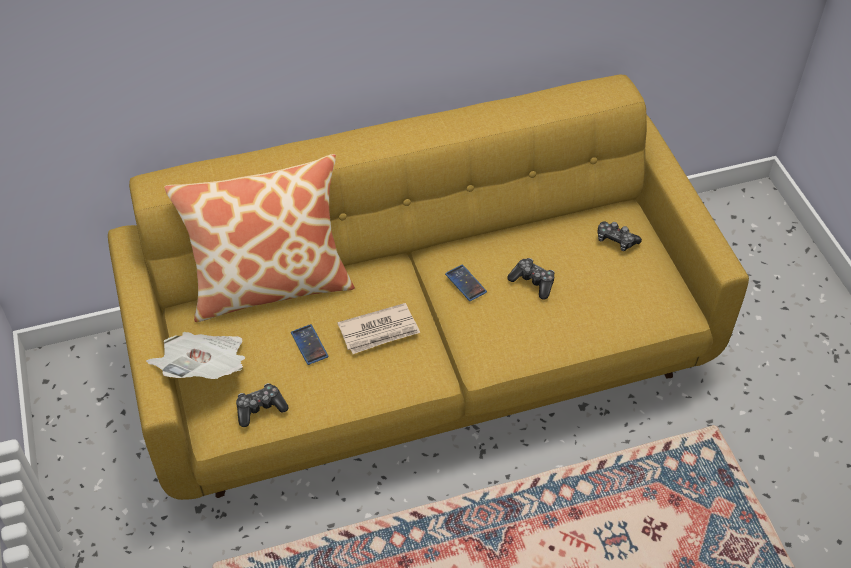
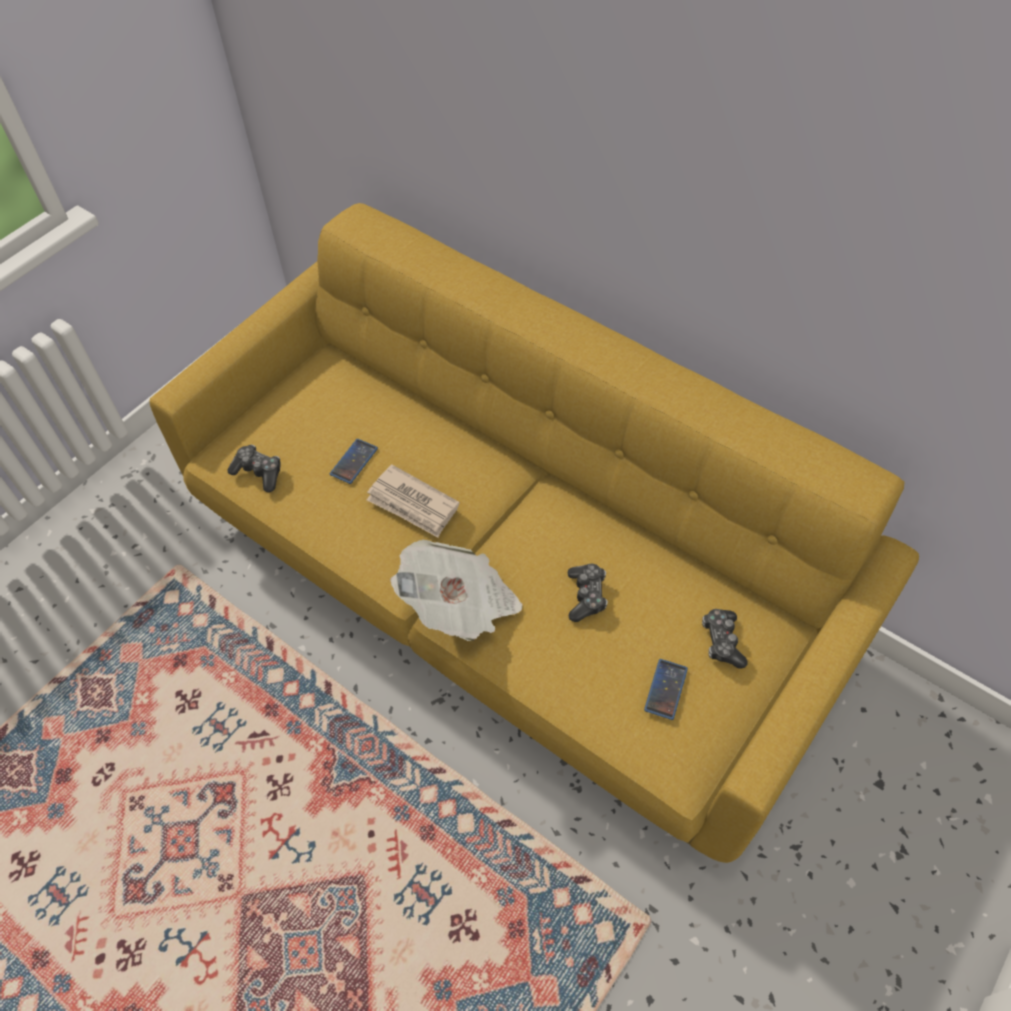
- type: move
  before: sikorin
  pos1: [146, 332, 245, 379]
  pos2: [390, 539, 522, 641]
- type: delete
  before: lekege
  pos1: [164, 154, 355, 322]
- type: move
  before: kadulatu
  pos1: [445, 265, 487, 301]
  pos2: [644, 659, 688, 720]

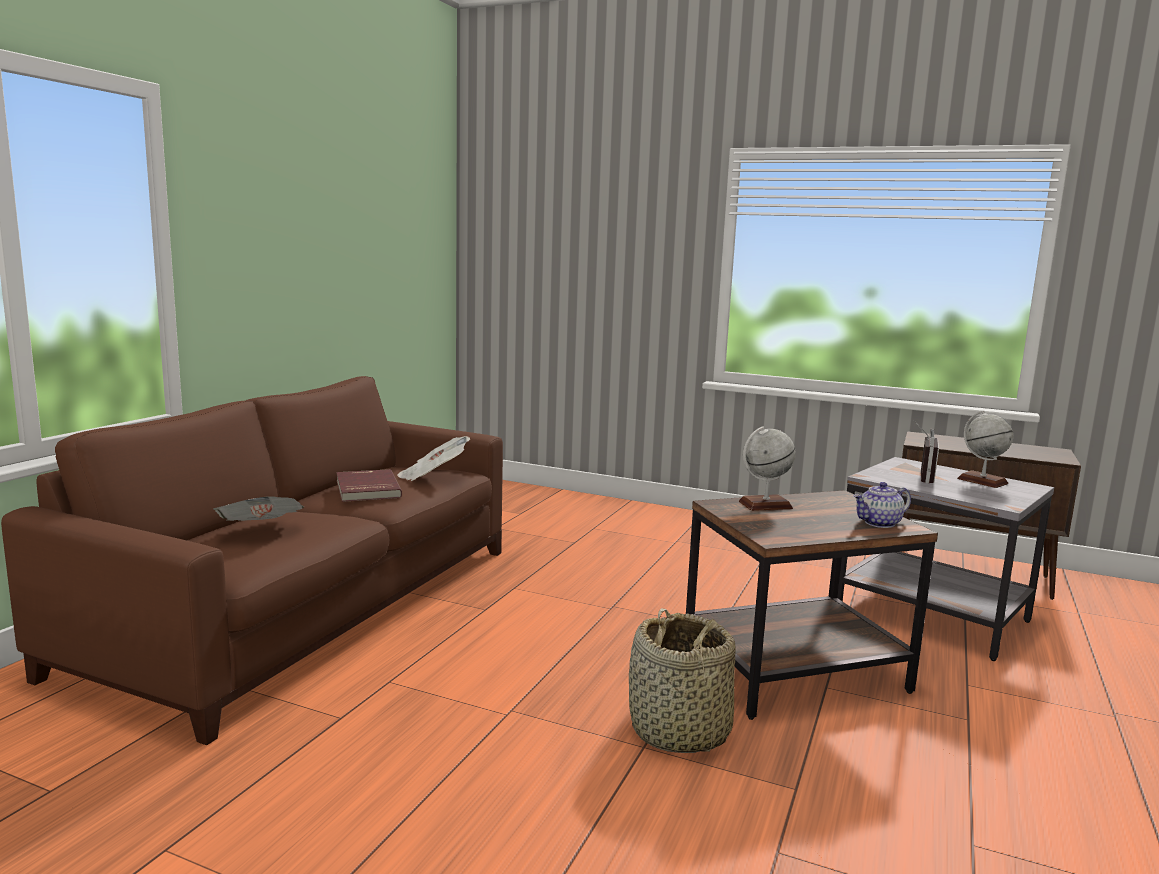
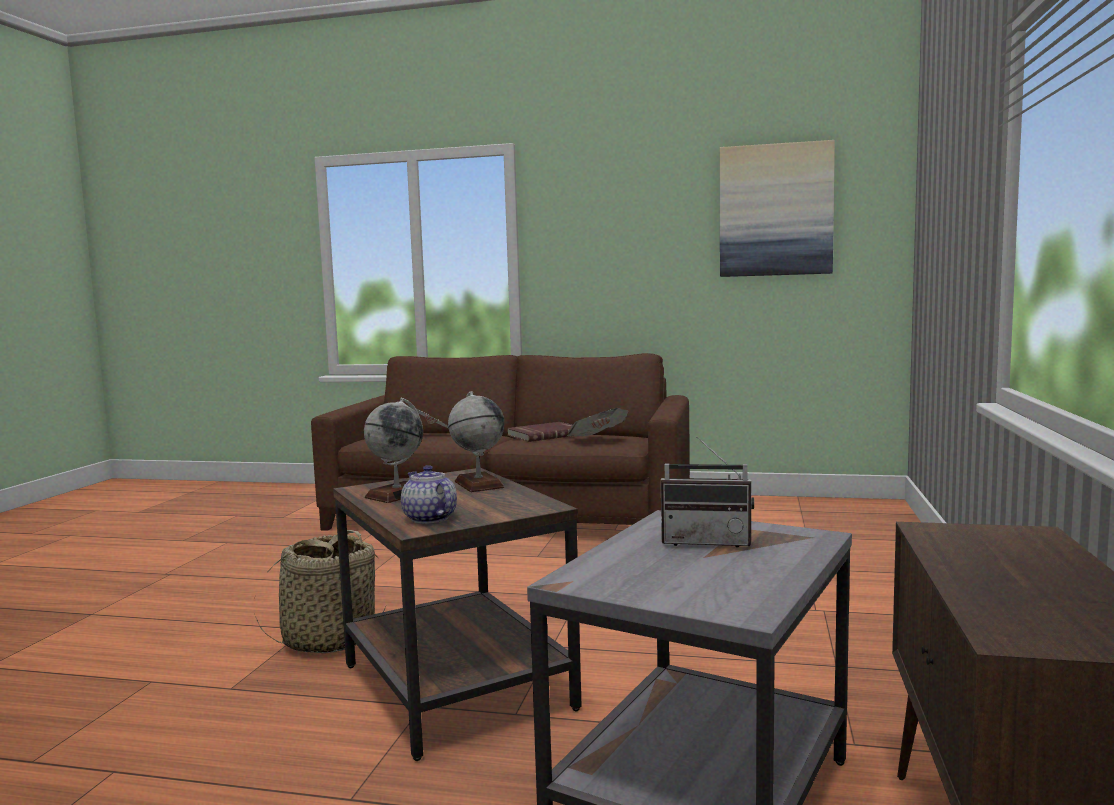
- type: move
  before: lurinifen
  pos1: [957, 411, 1013, 488]
  pos2: [364, 398, 423, 503]
- type: insert
  after: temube
  pos2: [720, 140, 835, 277]

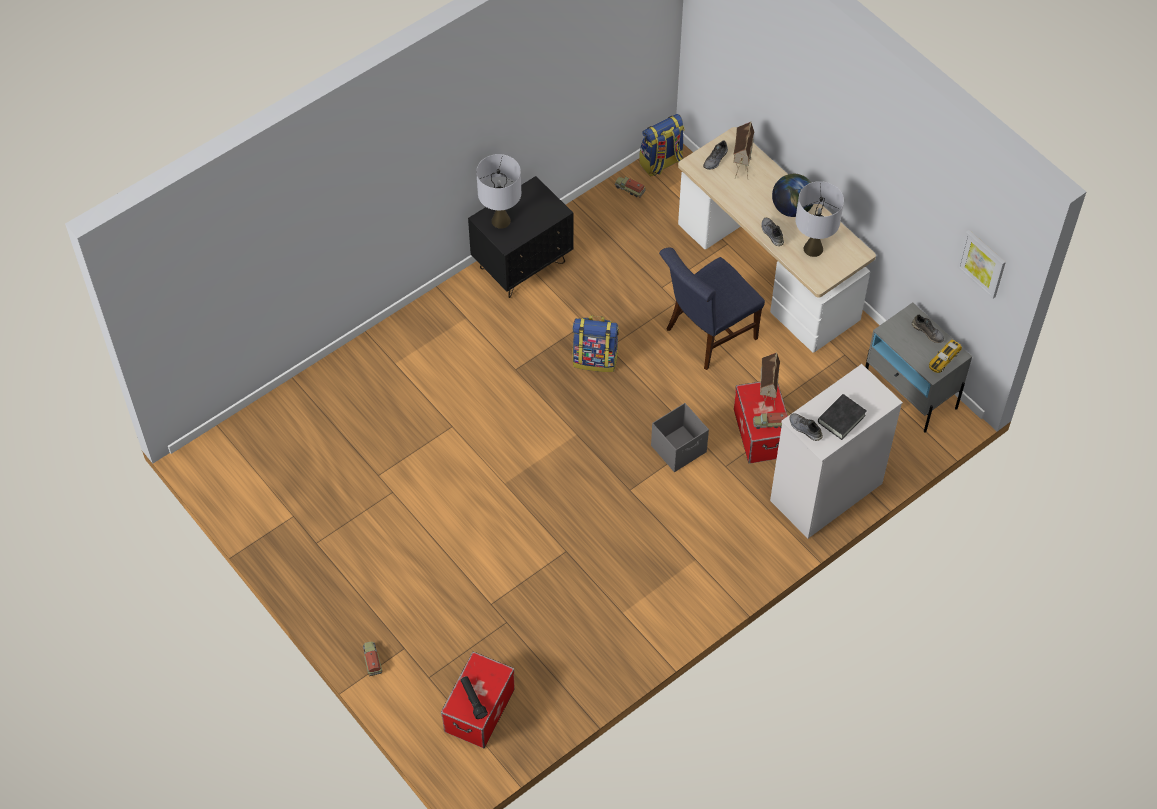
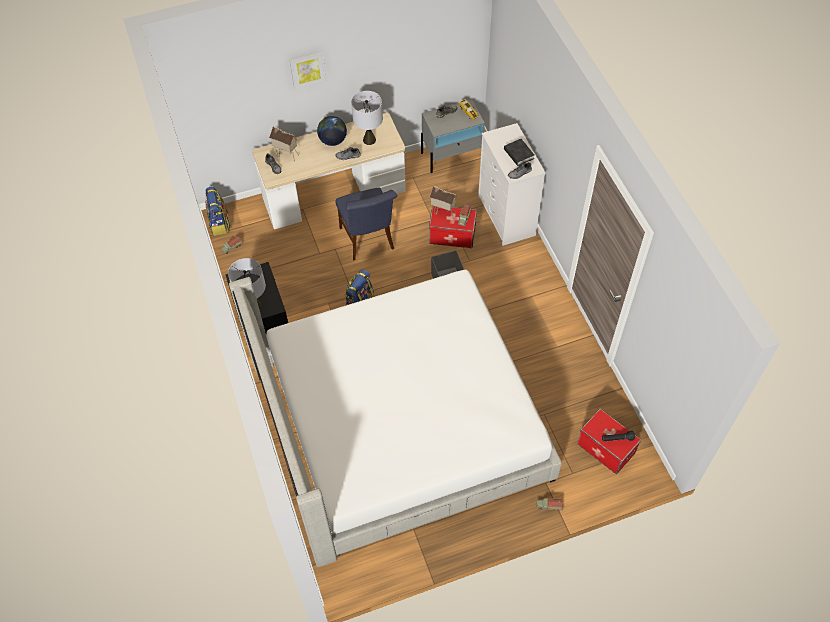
- type: move
  before: temube
  pos1: [957, 230, 1006, 299]
  pos2: [289, 51, 327, 90]
- type: insert
  after: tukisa
  pos2: [229, 269, 562, 567]

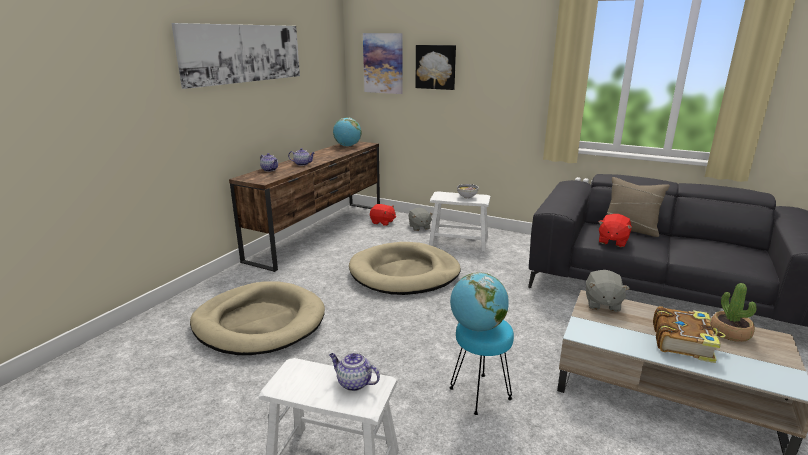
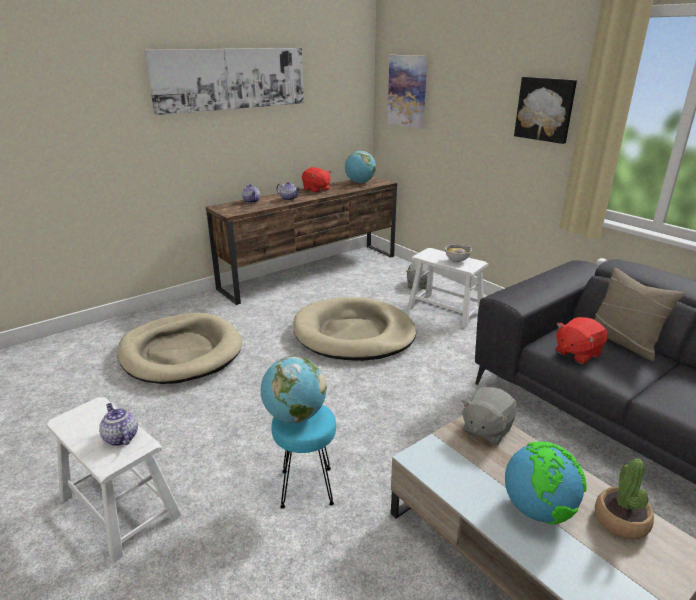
- type: move
  before: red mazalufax
  pos1: [370, 204, 396, 226]
  pos2: [302, 167, 331, 193]
- type: move
  before: temube
  pos1: [415, 45, 456, 90]
  pos2: [514, 77, 577, 144]
- type: replace
  before: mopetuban
  after: lurinifen
  pos1: [653, 306, 726, 363]
  pos2: [505, 442, 587, 525]

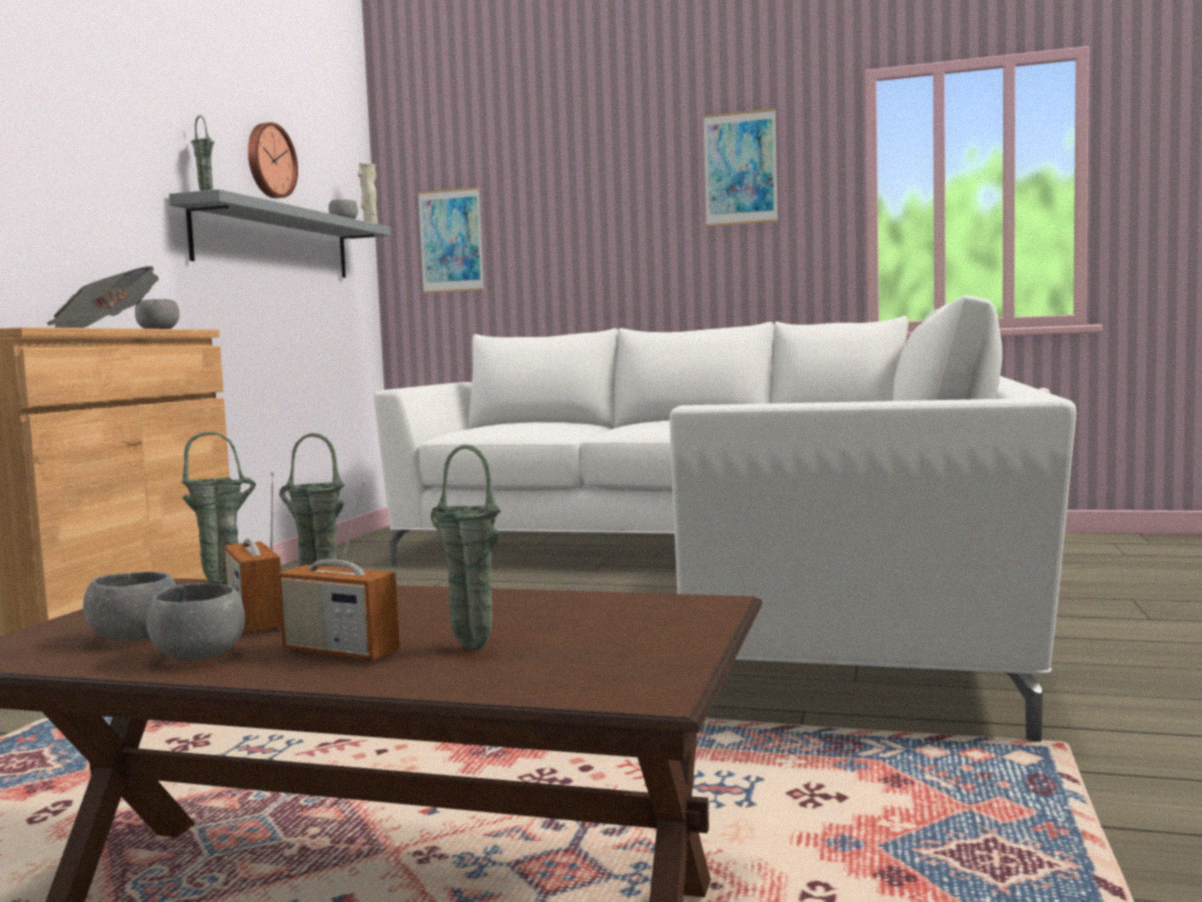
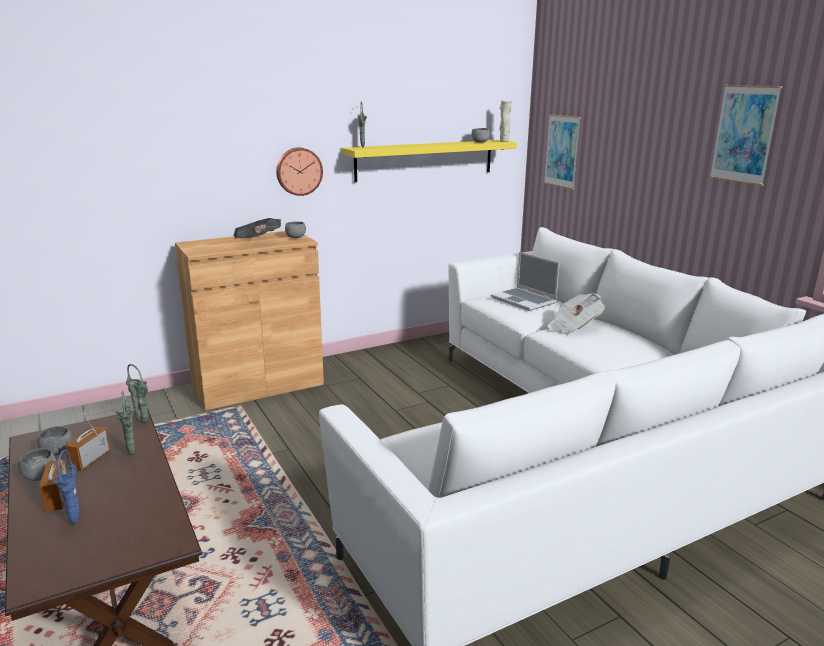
- type: recolor
  before: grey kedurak
  after: yellow kedurak
  pos1: [169, 189, 391, 278]
  pos2: [342, 140, 517, 182]
- type: move
  before: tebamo
  pos1: [248, 122, 298, 198]
  pos2: [276, 147, 323, 196]
- type: recolor
  before: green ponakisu
  after: blue ponakisu
  pos1: [430, 445, 501, 649]
  pos2: [53, 450, 79, 524]
- type: insert
  after: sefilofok
  pos2: [491, 252, 560, 311]
- type: insert
  after: sikorin
  pos2: [547, 293, 605, 333]

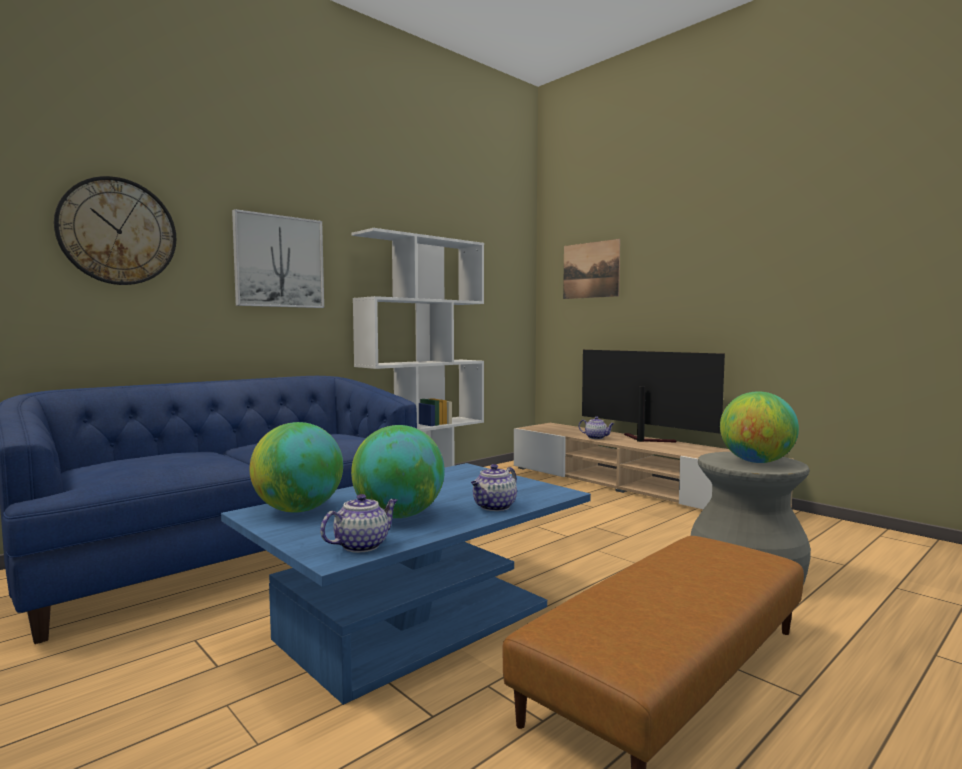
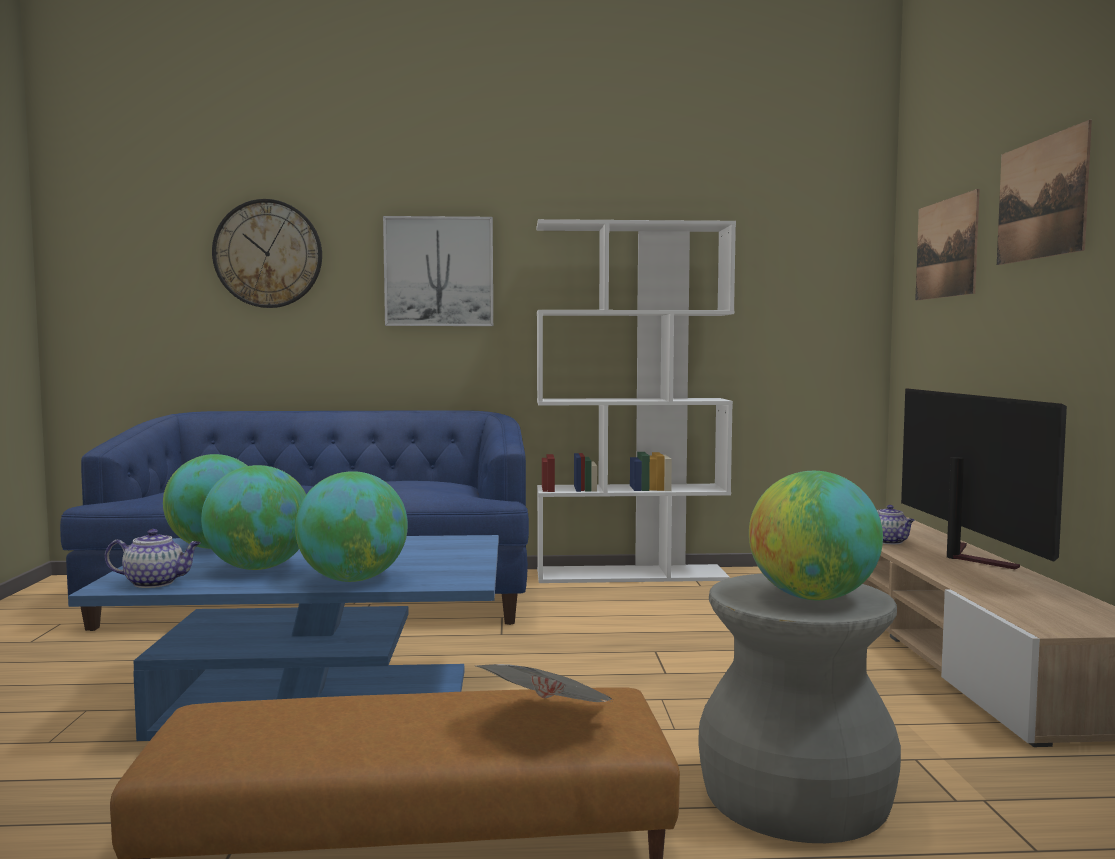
- type: replace
  before: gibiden
  after: lurinifen
  pos1: [471, 464, 517, 511]
  pos2: [295, 471, 408, 582]
- type: insert
  after: sikorin
  pos2: [476, 664, 612, 702]
- type: insert
  after: temube
  pos2: [997, 120, 1092, 265]

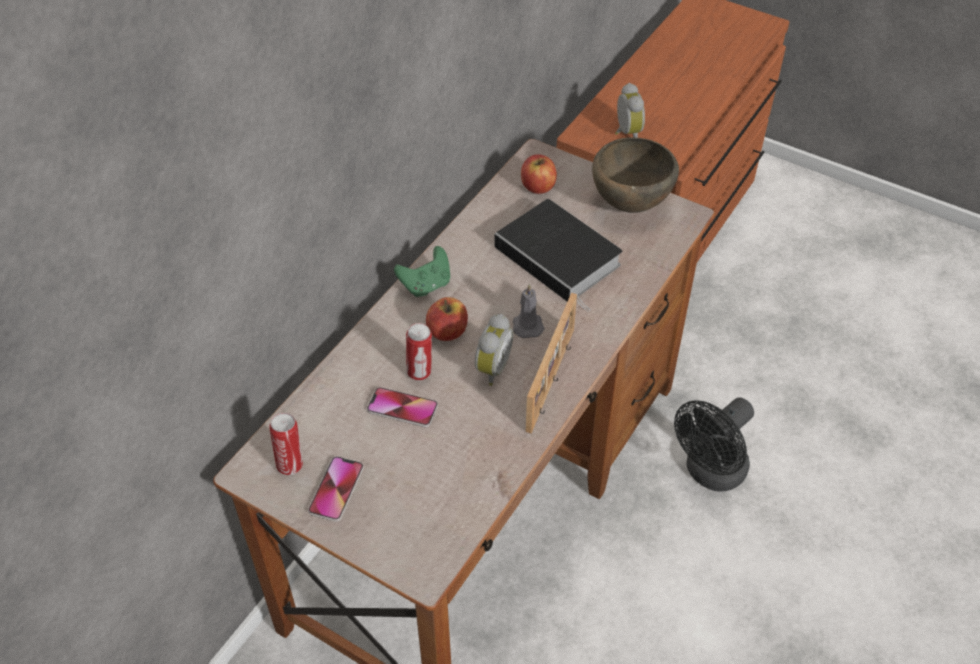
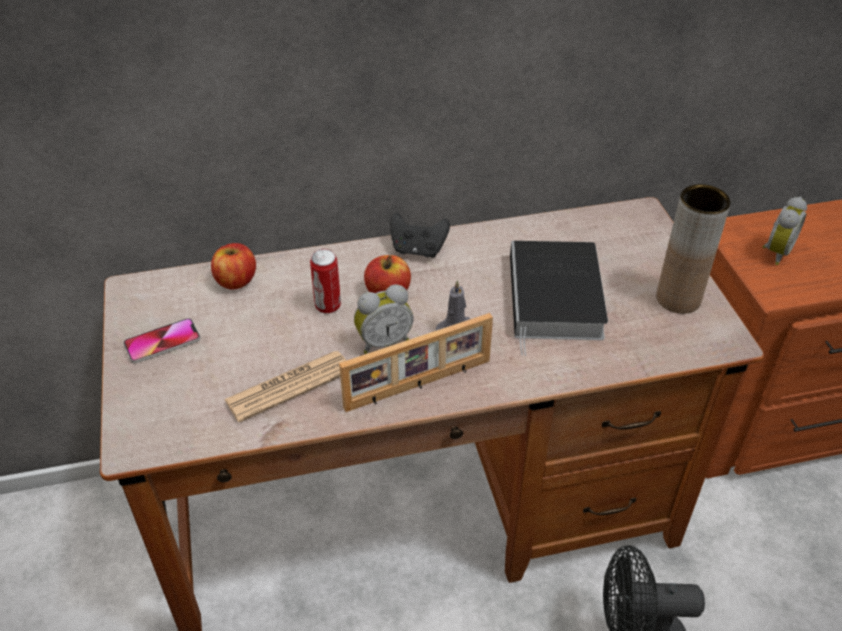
- type: delete
  before: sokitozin
  pos1: [269, 413, 303, 475]
- type: delete
  before: kadulatu
  pos1: [367, 387, 438, 427]
- type: recolor
  before: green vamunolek
  after: black vamunolek
  pos1: [394, 246, 450, 297]
  pos2: [390, 212, 450, 258]
- type: move
  before: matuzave
  pos1: [521, 154, 557, 194]
  pos2: [211, 243, 256, 289]
- type: replace
  before: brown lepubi
  after: brown ponakisu
  pos1: [592, 137, 679, 213]
  pos2: [656, 184, 731, 314]
- type: insert
  after: sikorin
  pos2: [224, 351, 346, 422]

